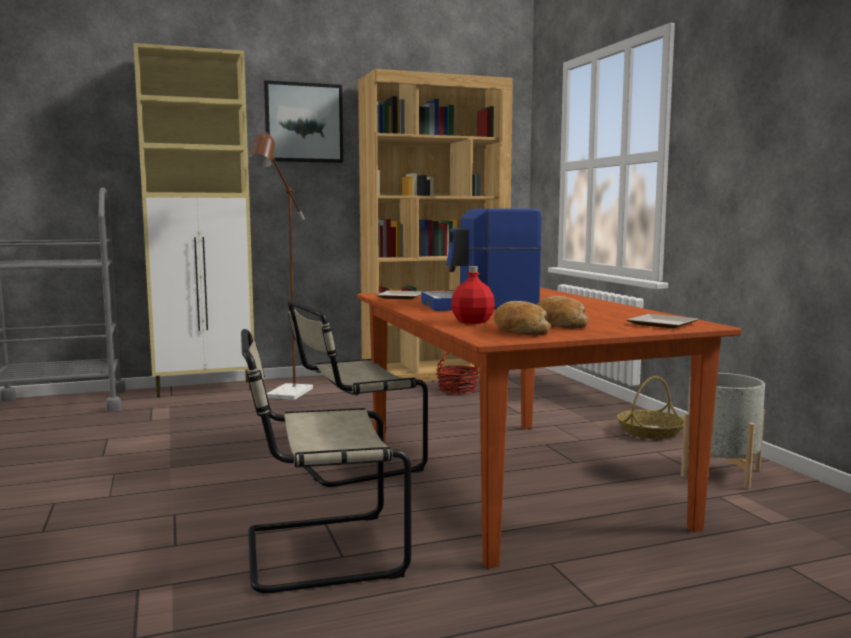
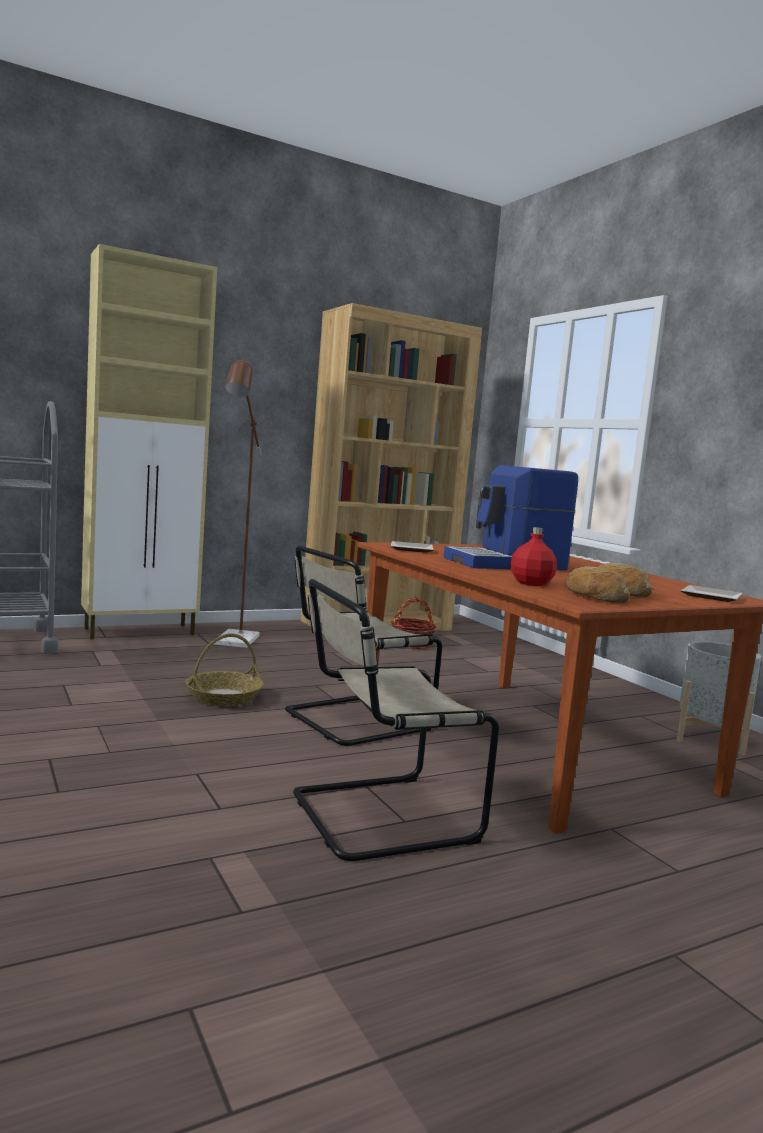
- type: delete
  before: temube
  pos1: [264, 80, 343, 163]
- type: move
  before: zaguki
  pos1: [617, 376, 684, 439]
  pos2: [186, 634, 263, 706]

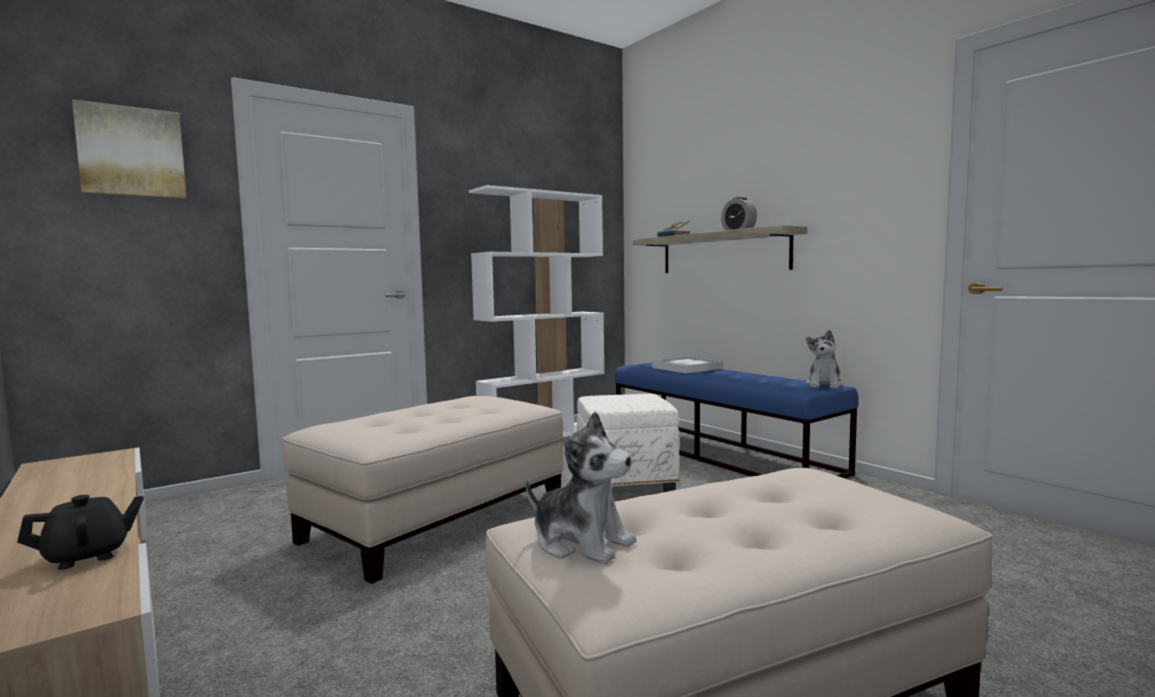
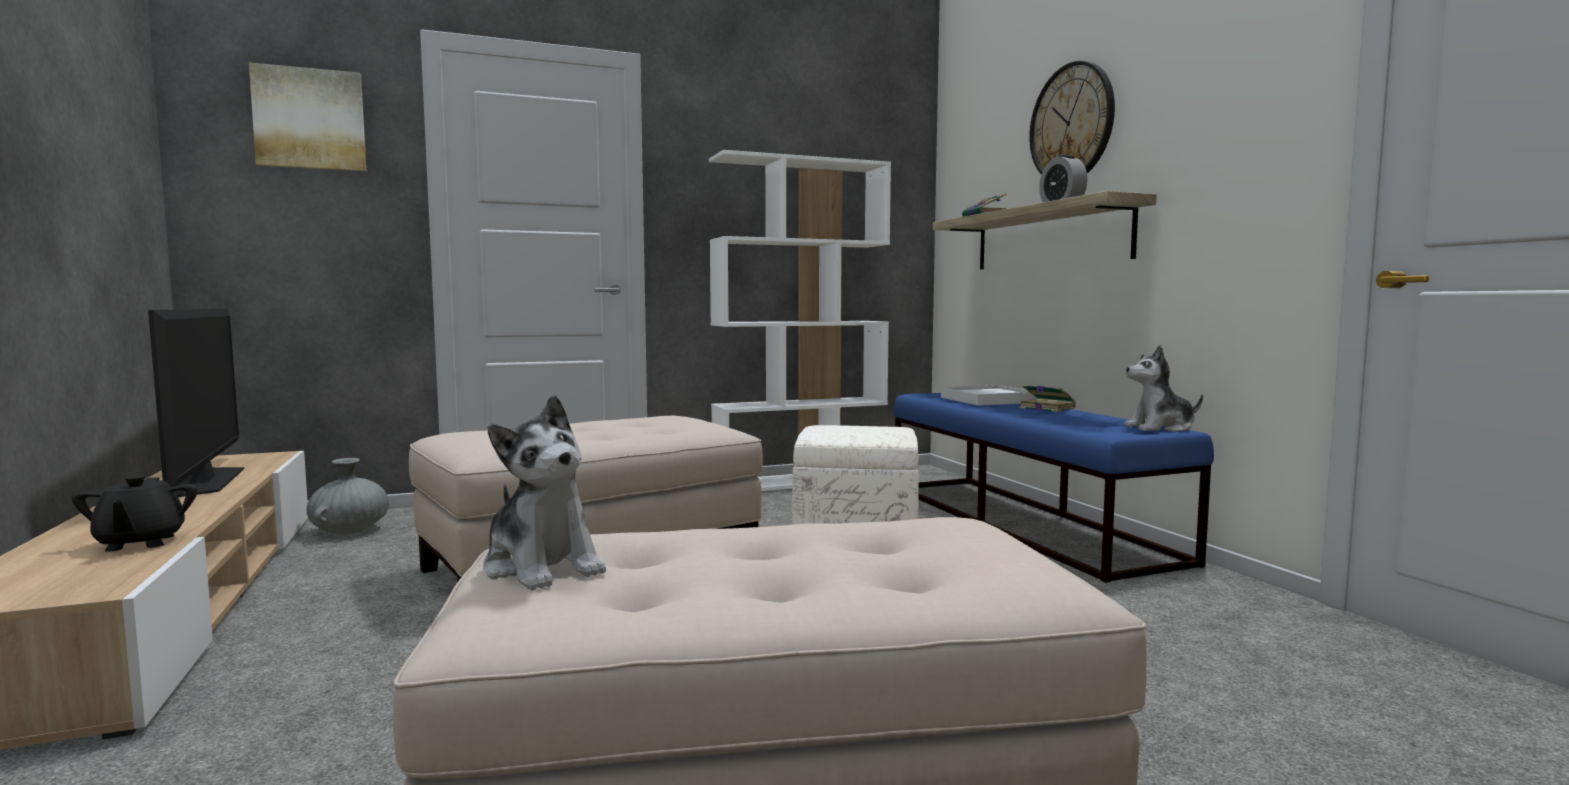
- type: rotate
  before: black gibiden
  pos1: [17, 495, 144, 570]
  pos2: [72, 475, 198, 552]
  turn: 90
- type: rotate
  before: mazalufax
  pos1: [806, 330, 844, 389]
  pos2: [1124, 345, 1203, 432]
  turn: 45
- type: insert
  after: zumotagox
  pos2: [148, 309, 244, 497]
- type: insert
  after: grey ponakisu
  pos2: [307, 458, 389, 534]
- type: insert
  after: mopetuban
  pos2: [1019, 385, 1076, 412]
- type: insert
  after: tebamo
  pos2: [1029, 61, 1115, 175]

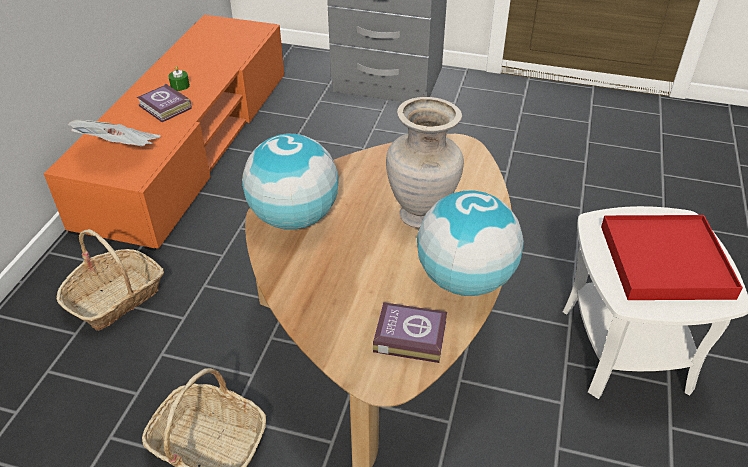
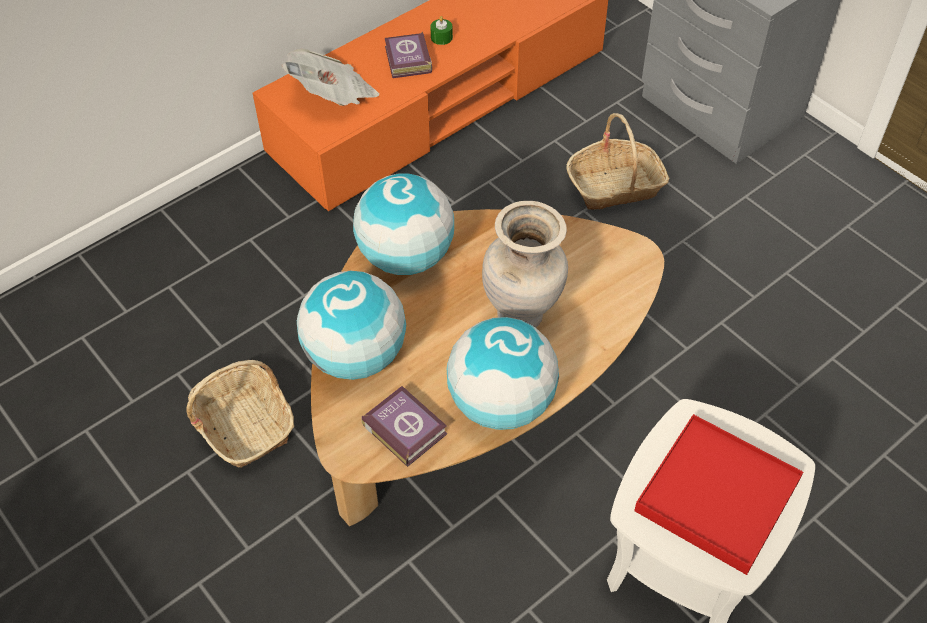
- type: move
  before: zaguki
  pos1: [56, 229, 164, 331]
  pos2: [566, 113, 669, 210]
- type: insert
  after: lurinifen
  pos2: [297, 271, 406, 380]

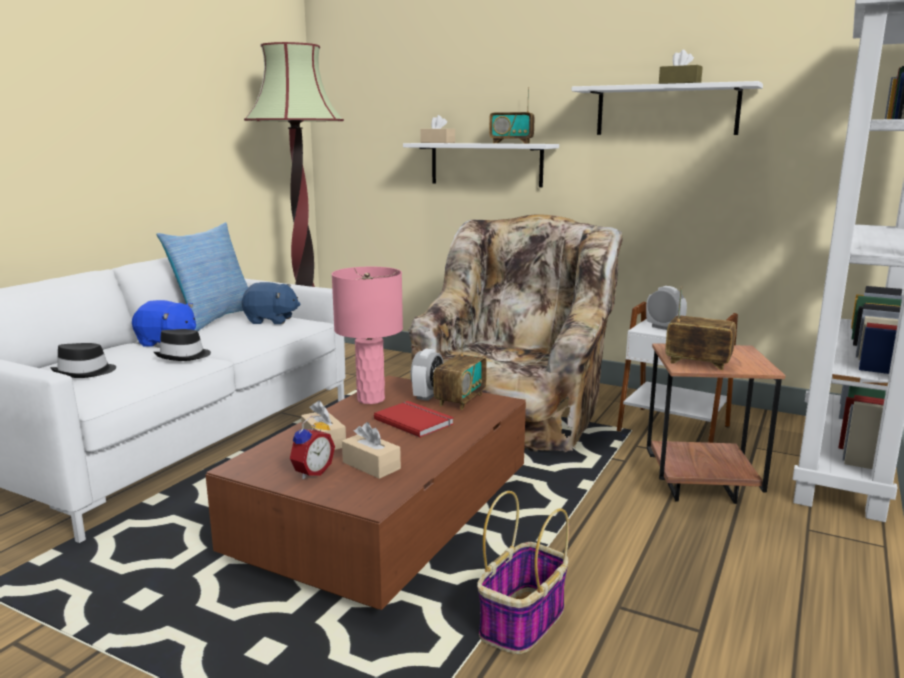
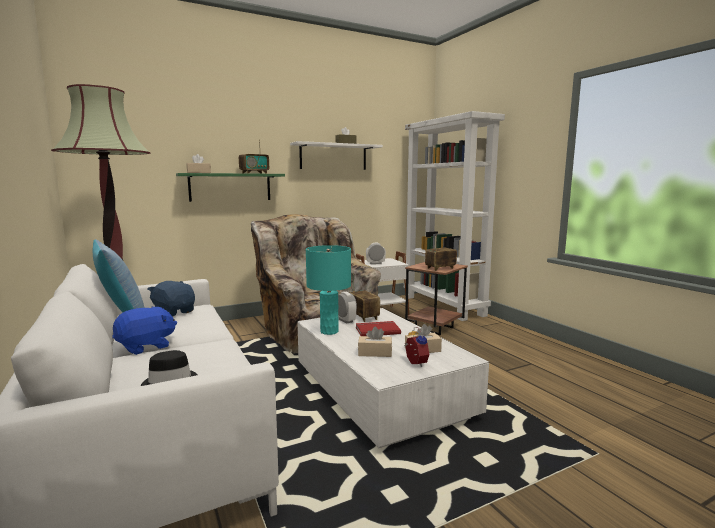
- type: delete
  before: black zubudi
  pos1: [154, 329, 211, 361]
- type: recolor
  before: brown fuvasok
  after: white fuvasok
  pos1: [205, 375, 526, 610]
  pos2: [297, 308, 489, 448]
- type: rotate
  before: blue mazalufax
  pos1: [242, 282, 301, 324]
  pos2: [148, 281, 195, 317]
  turn: -90
- type: recolor
  before: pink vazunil
  after: turquoise vazunil
  pos1: [332, 267, 403, 404]
  pos2: [306, 245, 351, 335]
- type: recolor
  before: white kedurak
  after: green kedurak
  pos1: [403, 143, 559, 187]
  pos2: [176, 173, 285, 202]
- type: delete
  before: zaguki
  pos1: [477, 491, 569, 654]

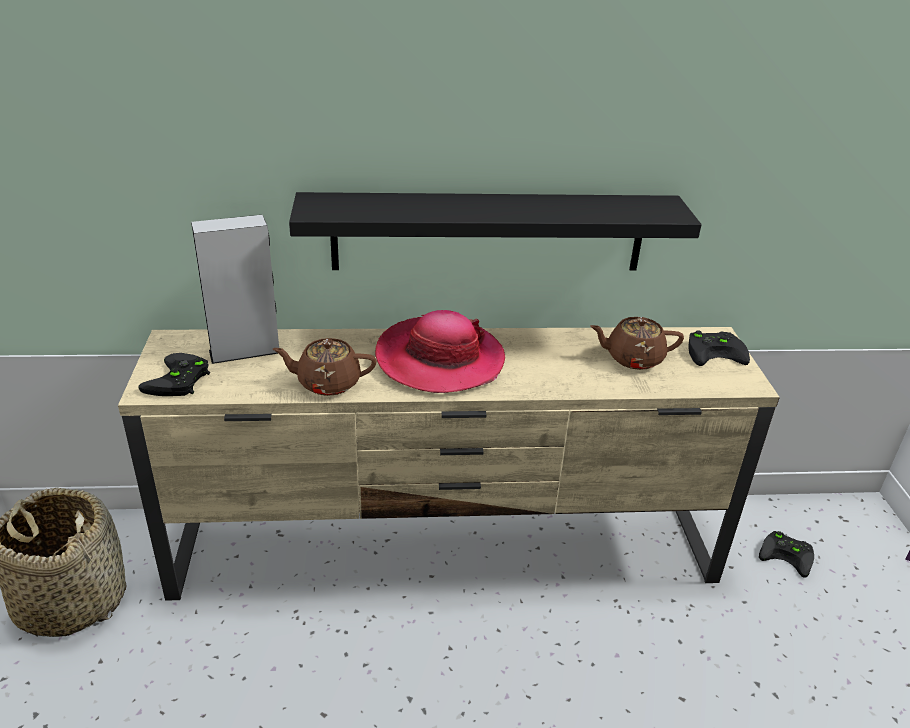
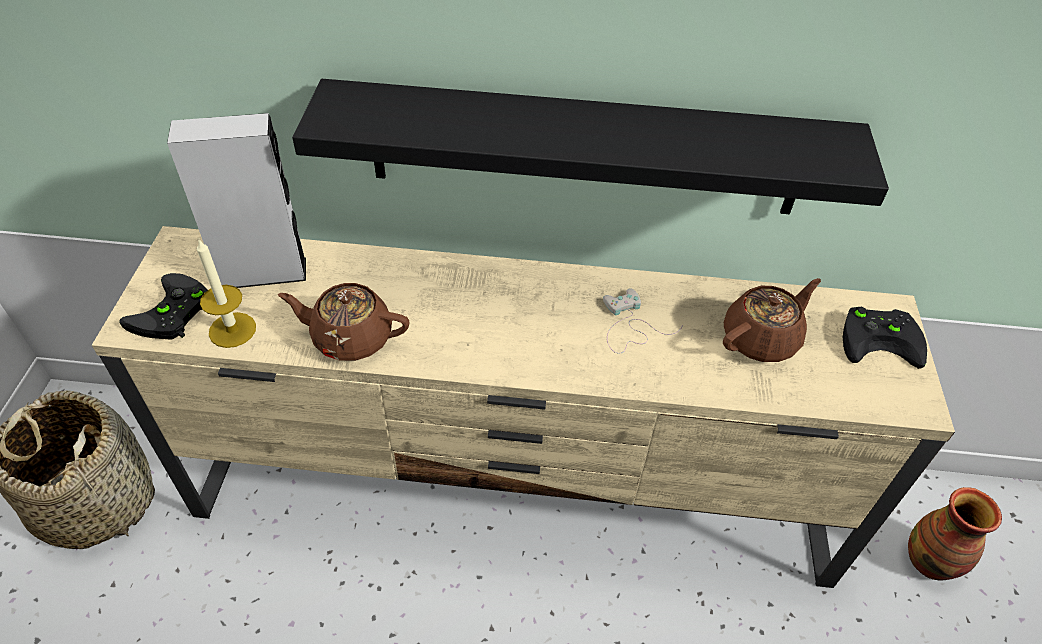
- type: delete
  before: zubudi
  pos1: [375, 310, 505, 393]
- type: rotate
  before: brown gibiden
  pos1: [590, 317, 684, 370]
  pos2: [723, 278, 821, 362]
  turn: 135
- type: replace
  before: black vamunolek
  after: ponakisu
  pos1: [759, 531, 814, 578]
  pos2: [908, 487, 1002, 581]
- type: insert
  after: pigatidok
  pos2: [197, 238, 256, 348]
- type: insert
  after: white vamunolek
  pos2: [603, 288, 683, 354]

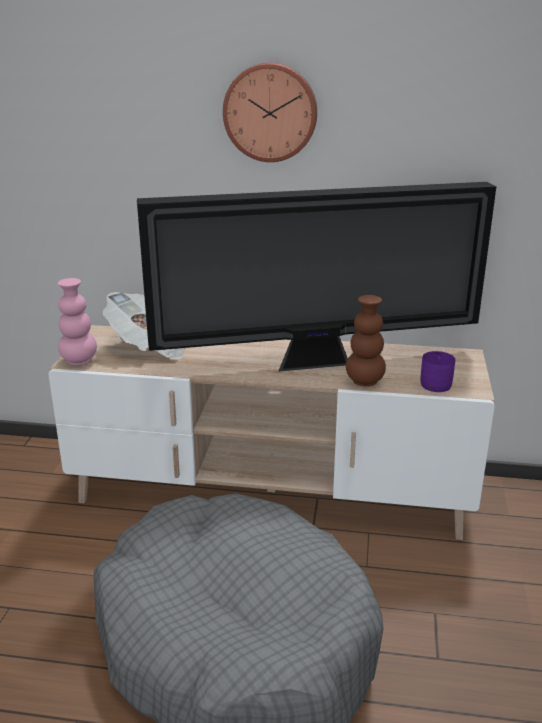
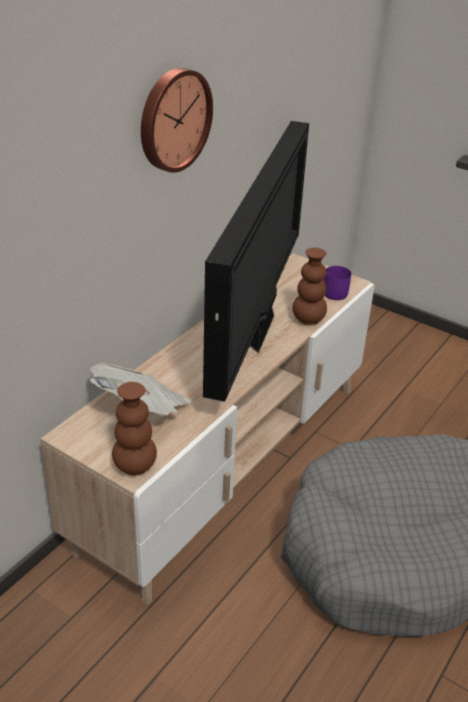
- type: recolor
  before: pink ponakisu
  after: brown ponakisu
  pos1: [58, 278, 97, 365]
  pos2: [112, 382, 157, 476]

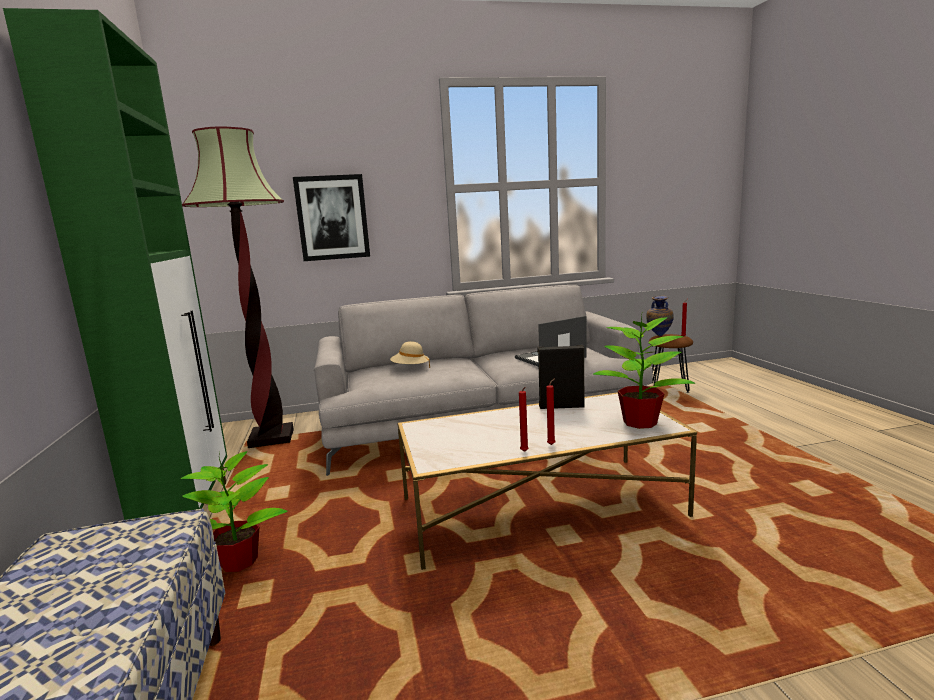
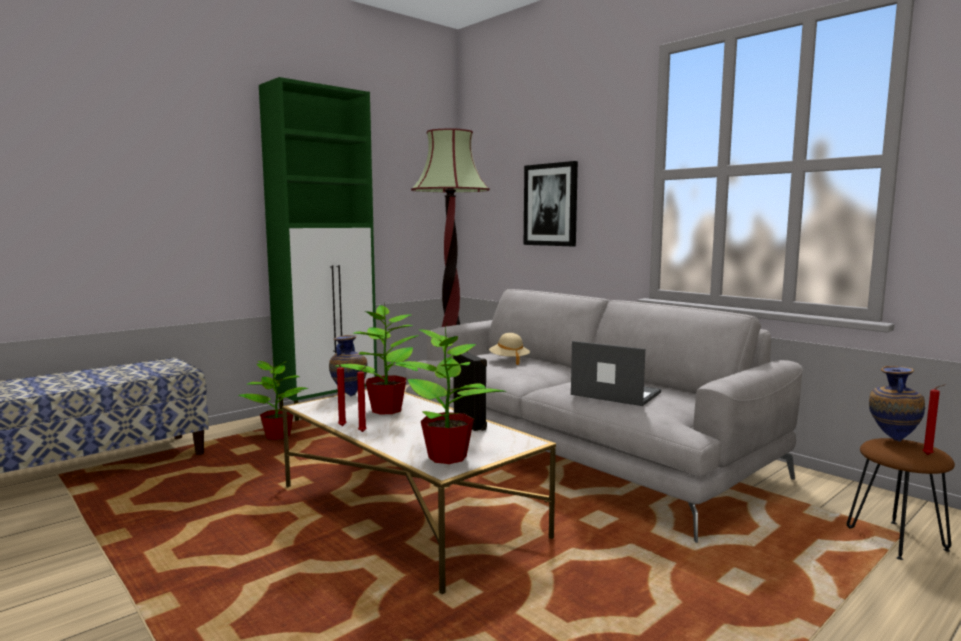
- type: insert
  after: ponakisu
  pos2: [329, 335, 368, 396]
- type: insert
  after: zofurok
  pos2: [336, 303, 420, 415]

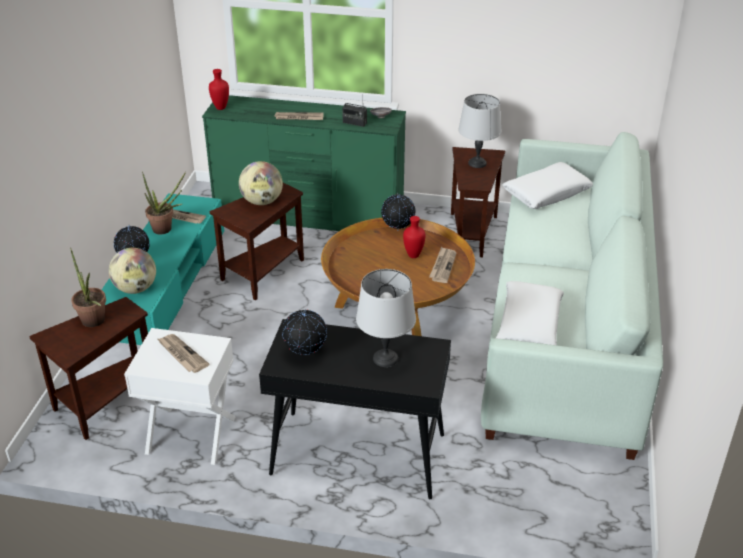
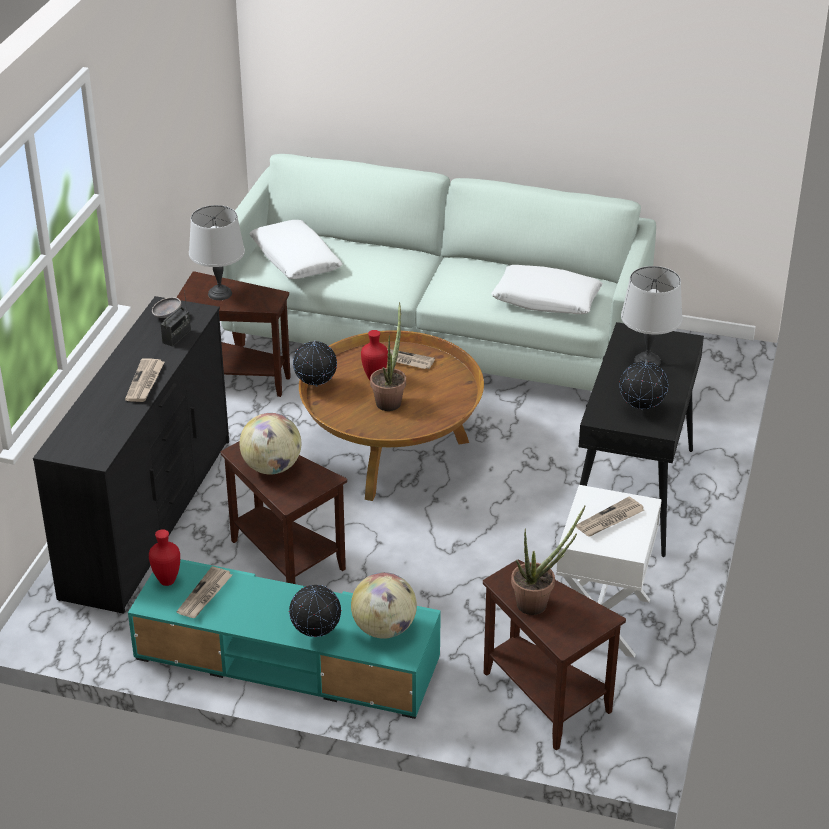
- type: move
  before: zofurok
  pos1: [142, 171, 186, 235]
  pos2: [370, 302, 406, 411]
- type: recolor
  before: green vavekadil
  after: black vavekadil
  pos1: [202, 95, 406, 231]
  pos2: [33, 296, 229, 614]
- type: move
  before: red ponakisu
  pos1: [209, 69, 229, 110]
  pos2: [149, 529, 180, 586]

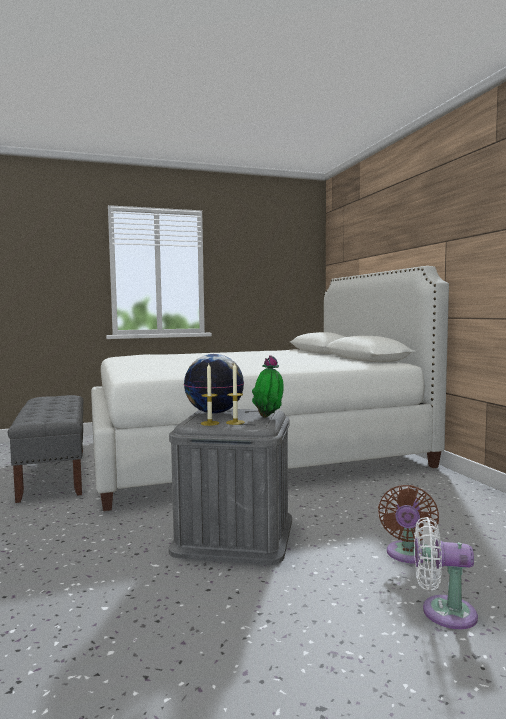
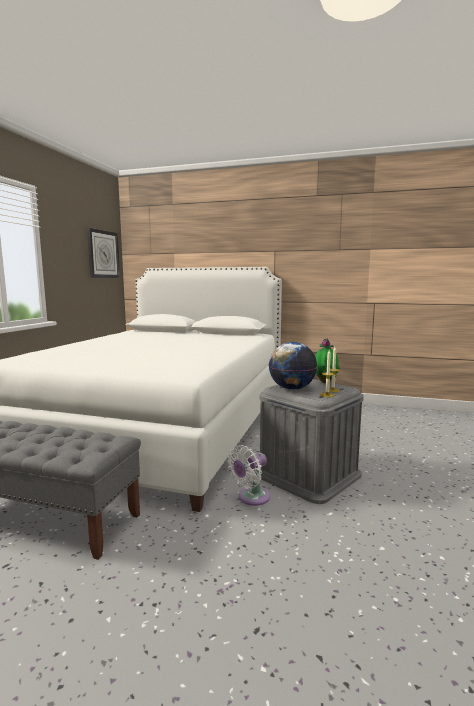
- type: delete
  before: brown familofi
  pos1: [378, 485, 439, 564]
- type: move
  before: white familofi
  pos1: [414, 517, 478, 629]
  pos2: [228, 445, 270, 506]
- type: insert
  after: tebamo
  pos2: [87, 228, 120, 278]

